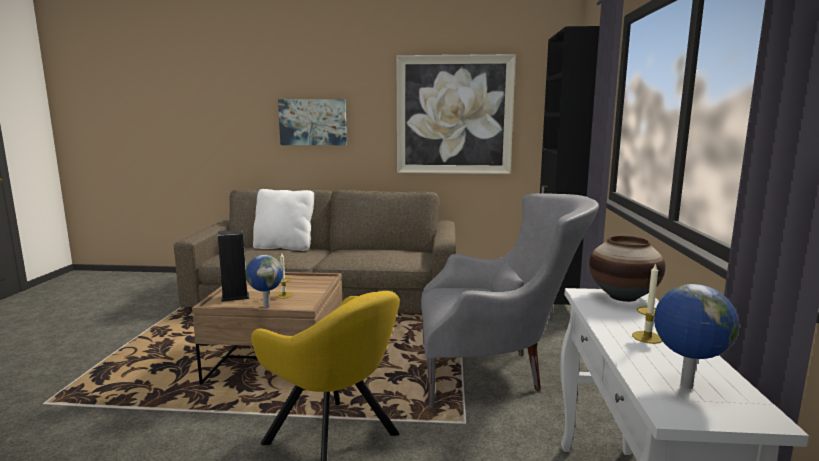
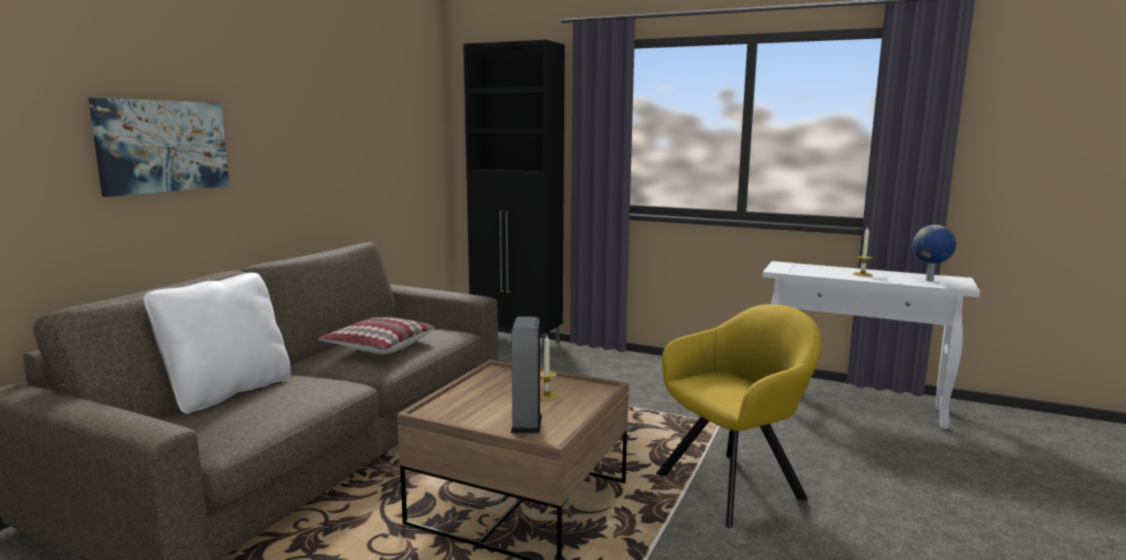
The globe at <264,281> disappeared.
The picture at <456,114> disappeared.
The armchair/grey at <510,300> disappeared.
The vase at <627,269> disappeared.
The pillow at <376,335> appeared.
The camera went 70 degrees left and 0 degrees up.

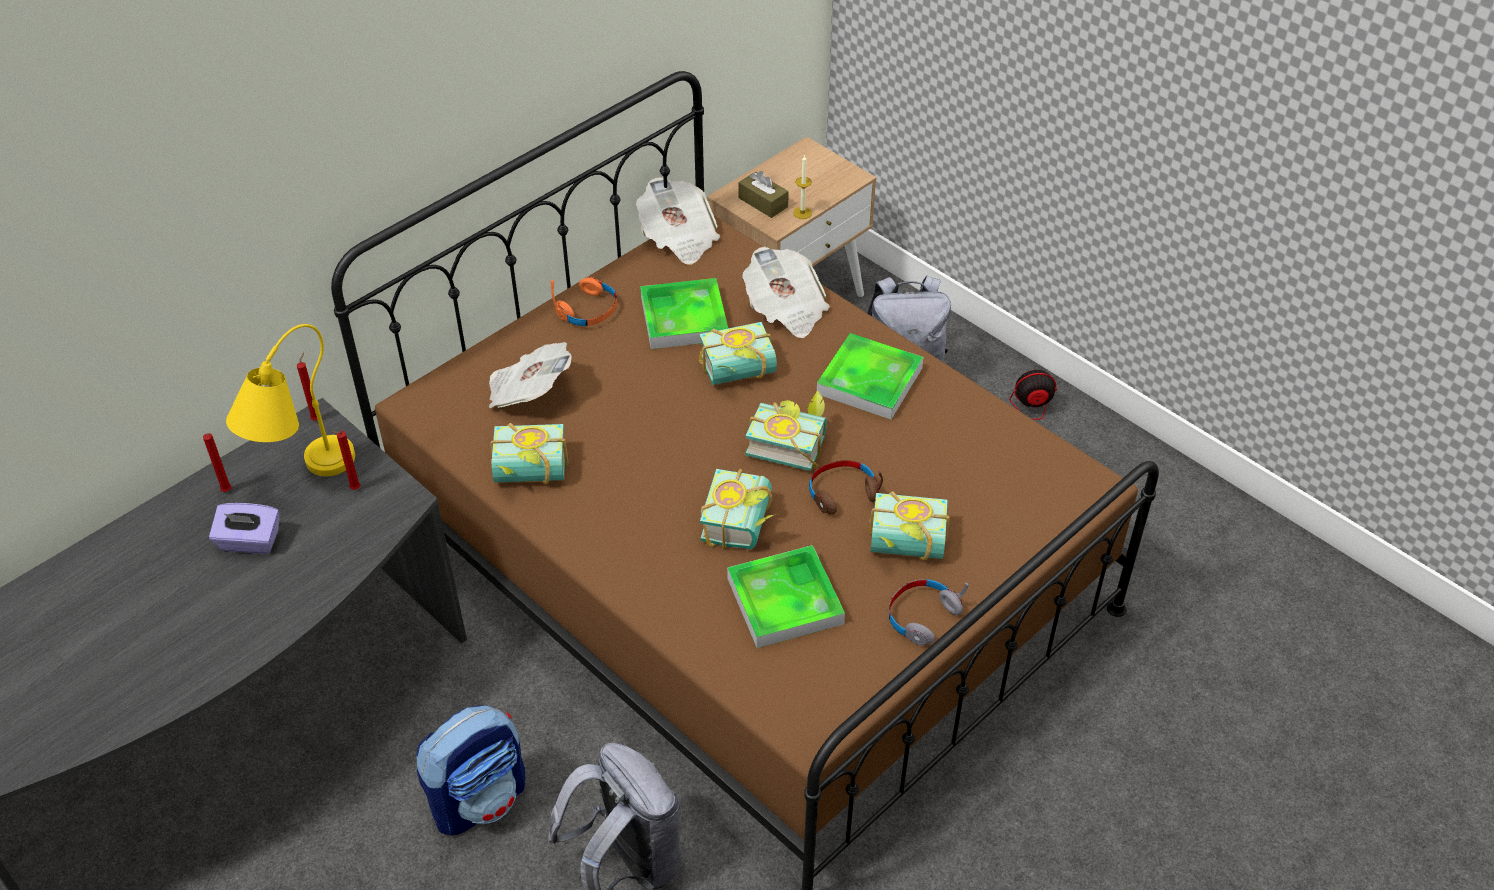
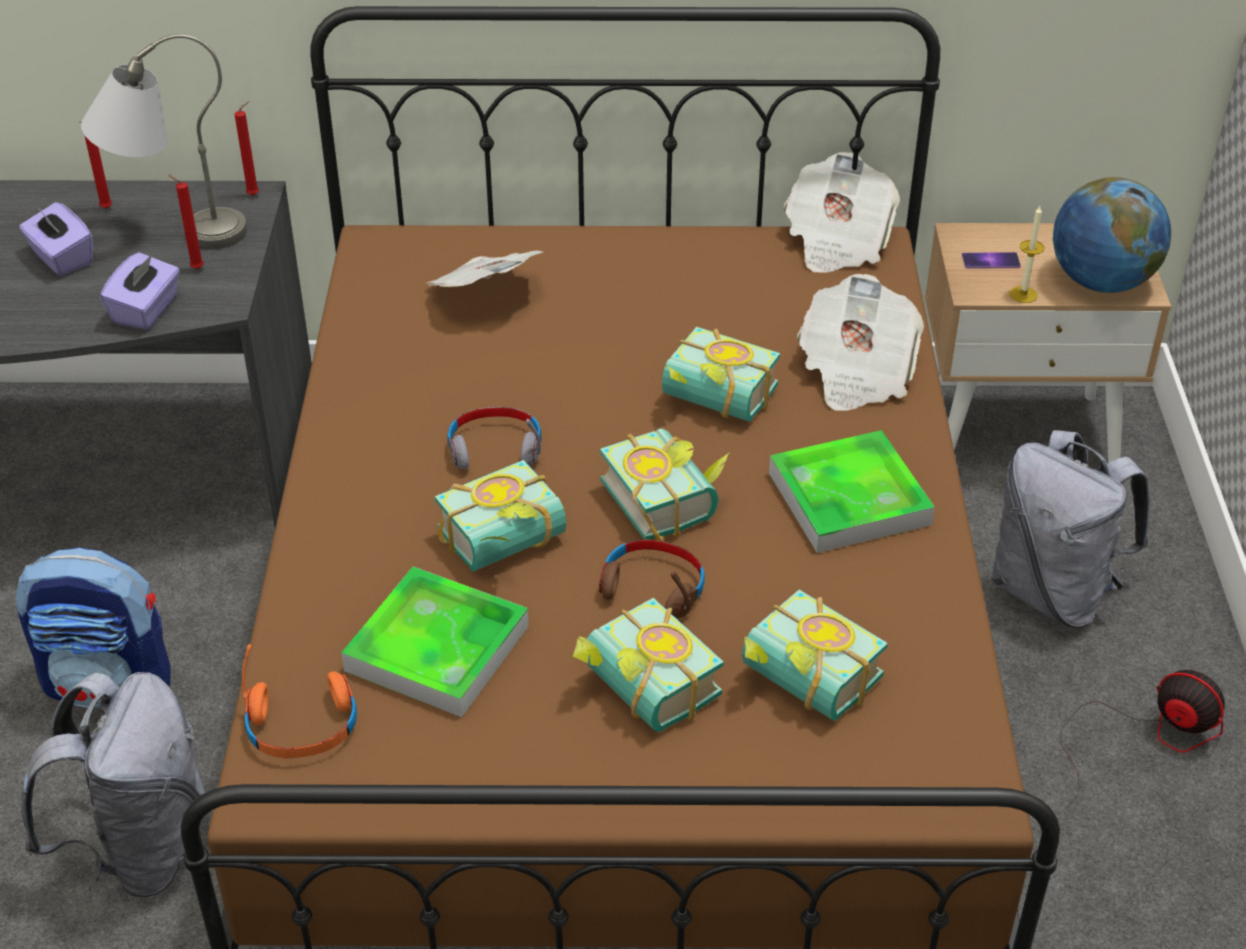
The tray at <684,313> disappeared.
The tissue box/purple at <140,291> appeared.
The globe at <1112,235> appeared.
The book moved from <529,453> to <815,655>.
The headphones/orange moved from <584,301> to <299,701>.
The headphones/grey moved from <928,612> to <494,438>.
The tissue box/brown at <763,194> was replaced by the phone at <991,260>.
The table lamp/yellow at <290,400> became the table lamp/grey at <164,141>.
The camera went 45 degrees right and 5 degrees down.

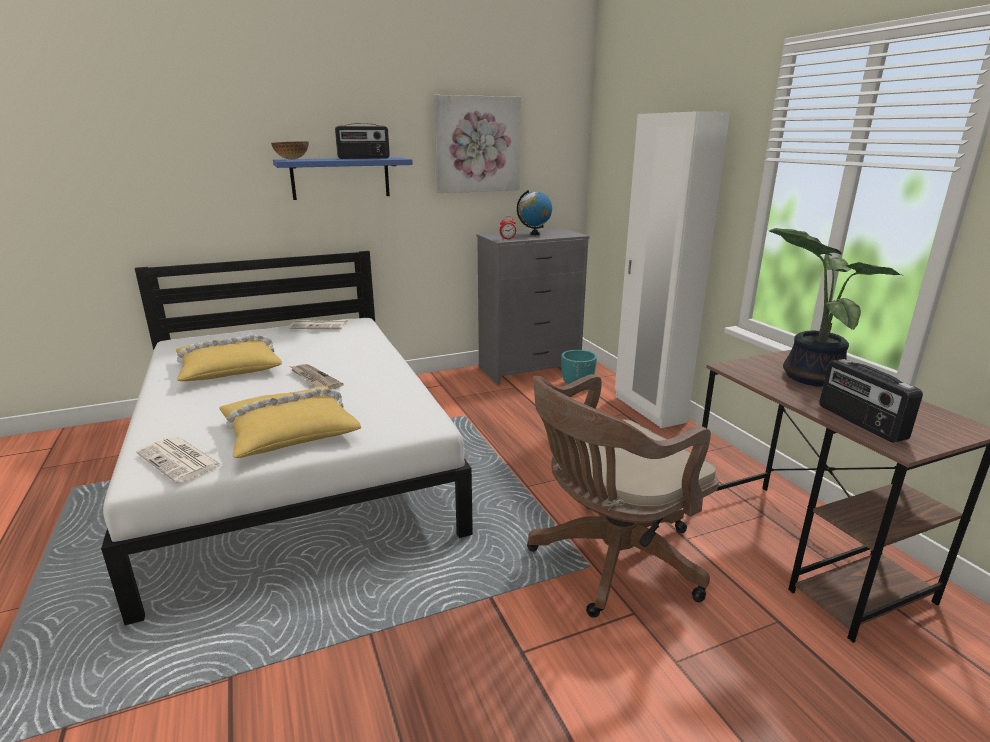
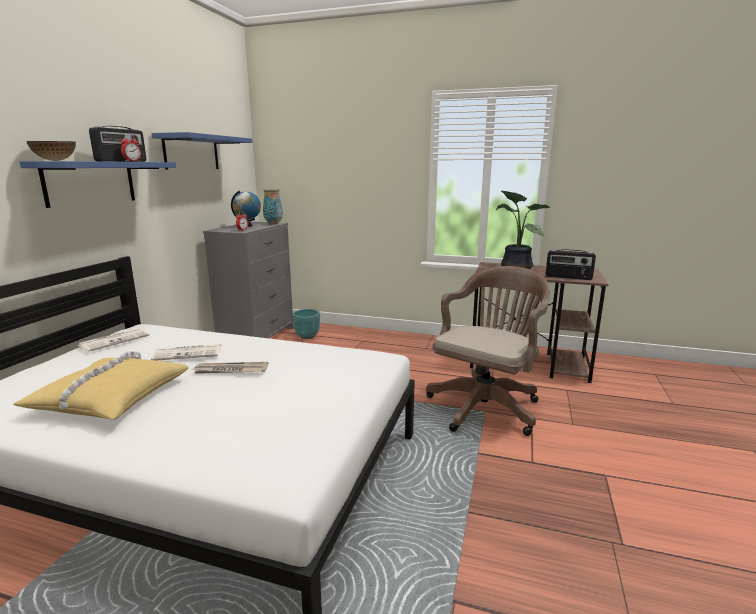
The pillow/yellow at <290,422> disappeared.
The wardrobe/white at <672,269> disappeared.
The alarm clock at <131,148> appeared.
The vase at <273,206> appeared.
The newspaper moved from <179,460> to <186,352>.
The picture at <477,144> was replaced by the shelf/blue at <202,151>.
The office chair/brown at <623,496> turned 150 degrees counterclockwise.
The camera went 50 degrees left and 5 degrees down.

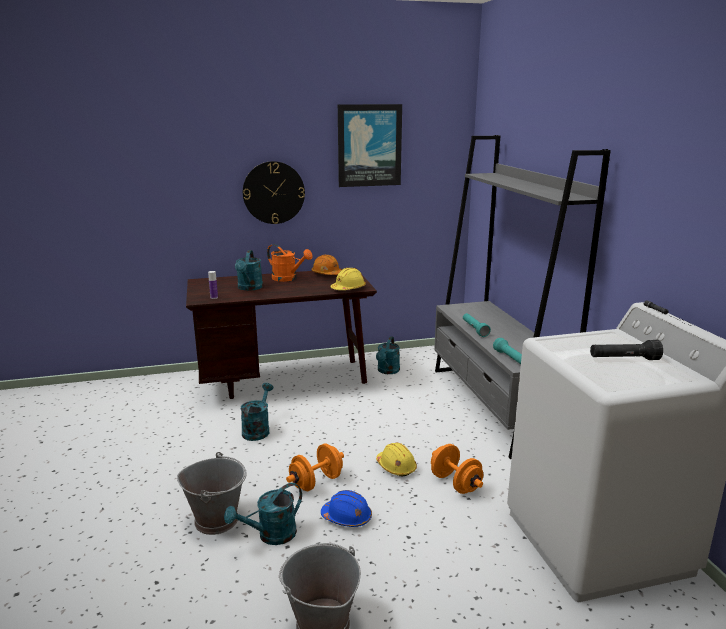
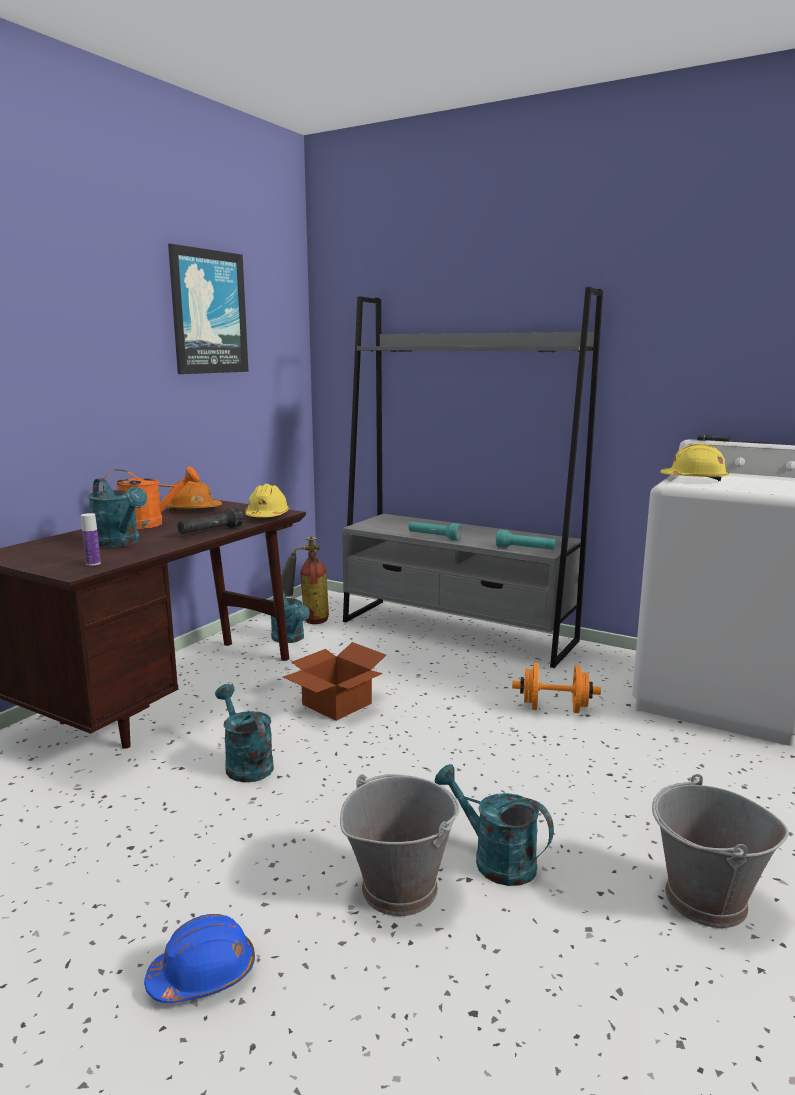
The wall clock at <274,192> disappeared.
The dumbbell/orange at <315,467> disappeared.
The fire extinguisher at <305,580> appeared.
The cardboard box at <334,681> appeared.
The hard hat/blue moved from <346,508> to <199,958>.
The hard hat/yellow moved from <396,460> to <694,462>.
The flashlight/black moved from <626,350> to <210,520>.
The watering can/turquoise at <263,514> turned 120 degrees clockwise.
The camera went 45 degrees left and 5 degrees down.

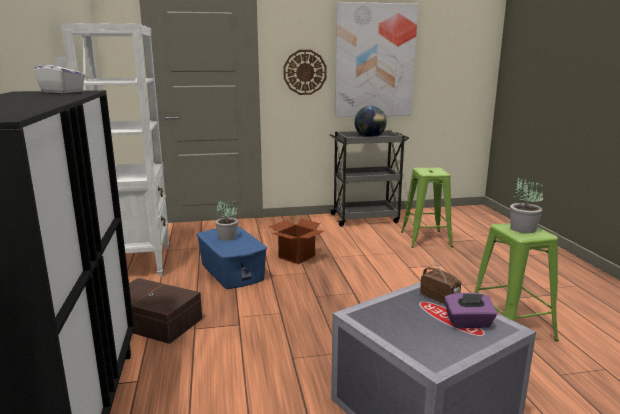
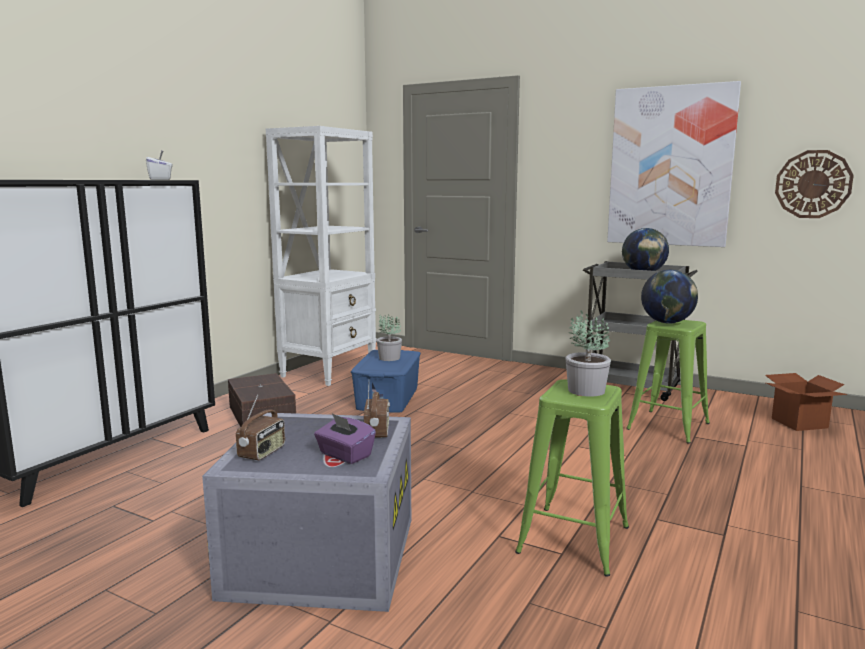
The radio at <260,427> appeared.
The globe at <669,297> appeared.
The cardboard box moved from <296,241> to <806,402>.
The wall clock moved from <305,72> to <814,184>.
The camera went 40 degrees right and 5 degrees down.

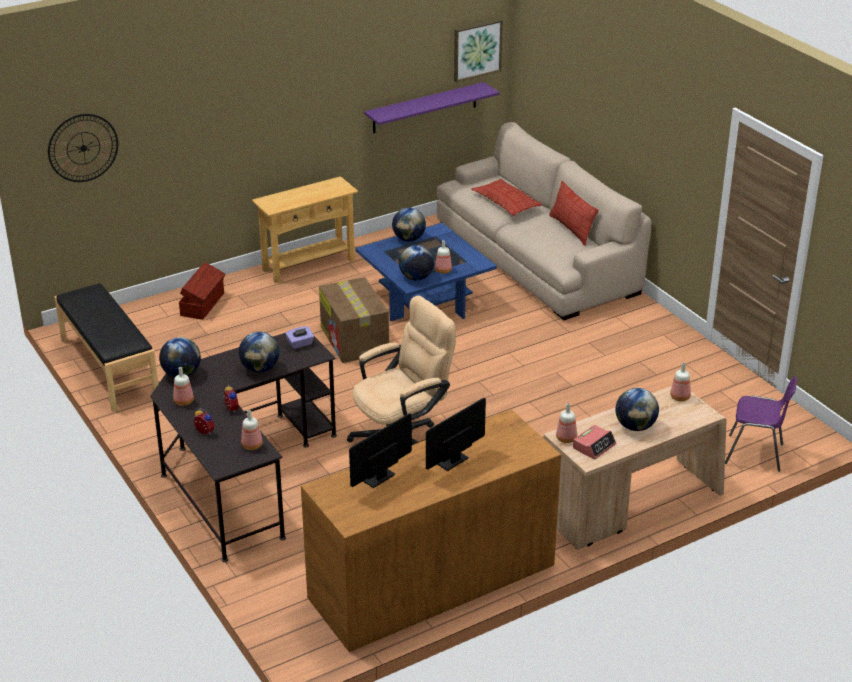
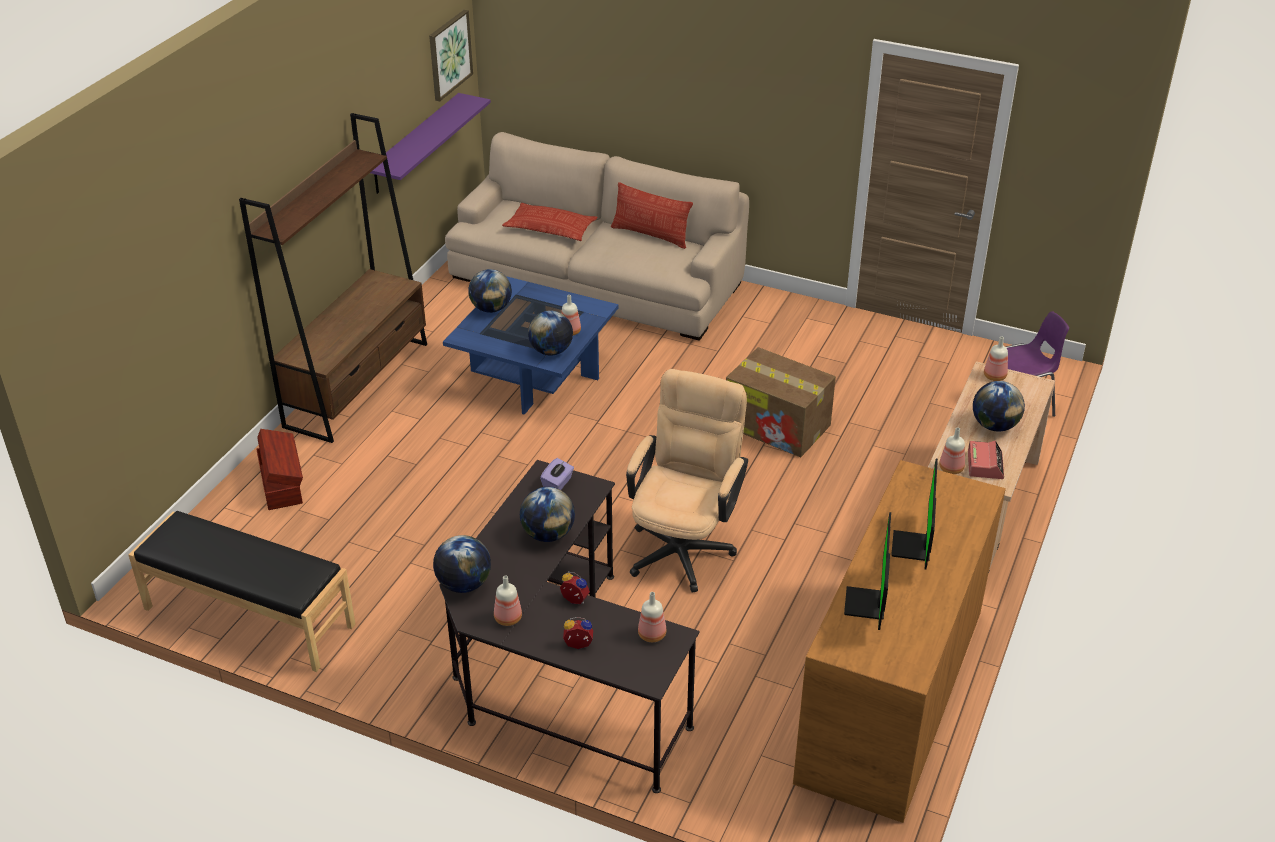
The wall clock at <83,148> disappeared.
The cardboard box moved from <354,320> to <781,402>.
The console table/beige at <305,229> was replaced by the bookcase/brown at <333,278>.
The camera went 35 degrees left and 5 degrees up.

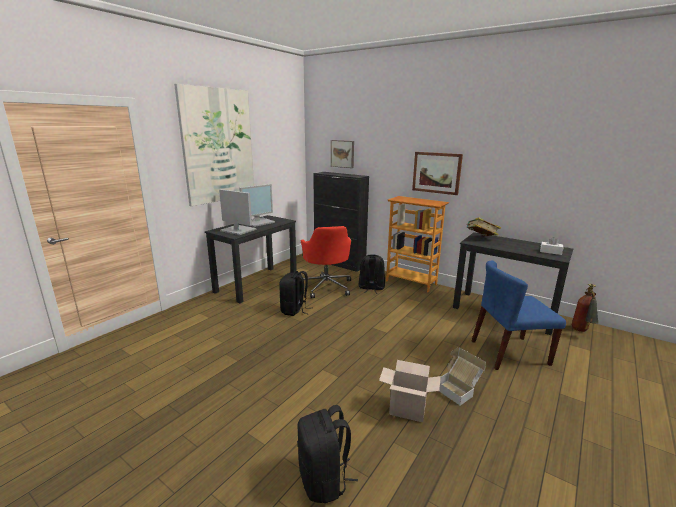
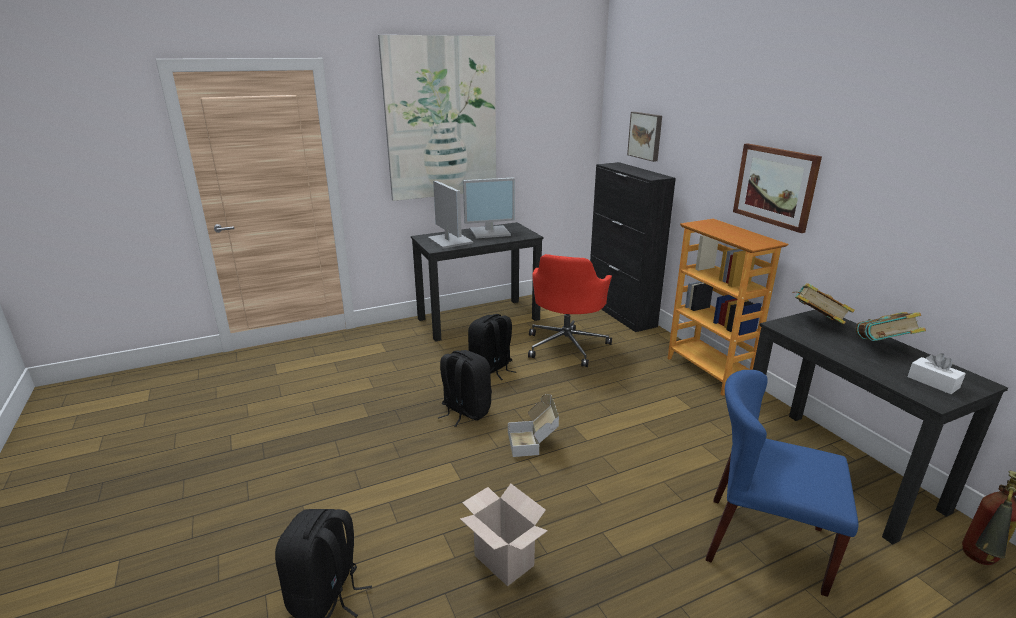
The book at <891,326> appeared.
The backpack/black moved from <372,274> to <465,388>.
The cardboard box moved from <462,377> to <533,425>.
The camera went 30 degrees right and 5 degrees up.

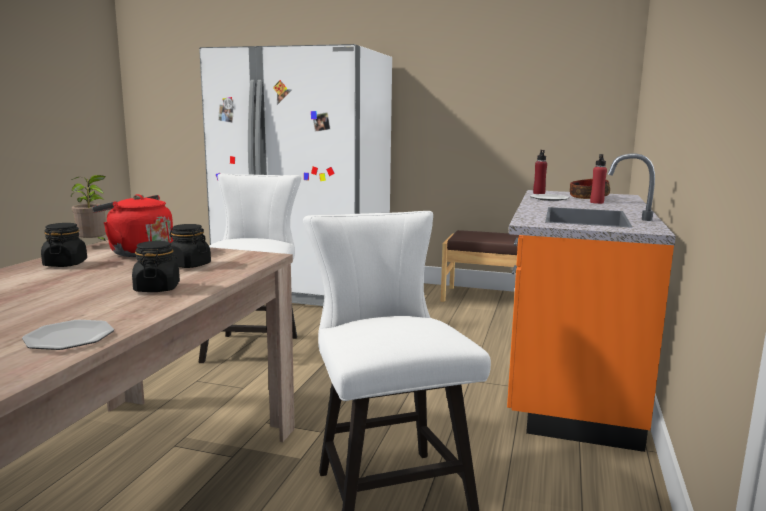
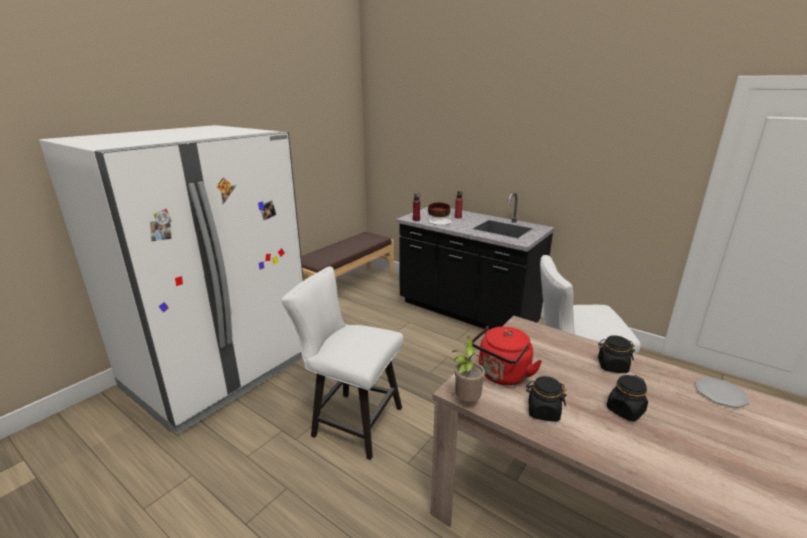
The jar/black moved from <190,246> to <627,398>.
The counter/orange at <591,303> became the counter/black at <475,261>.
The camera went 70 degrees left and 10 degrees up.

